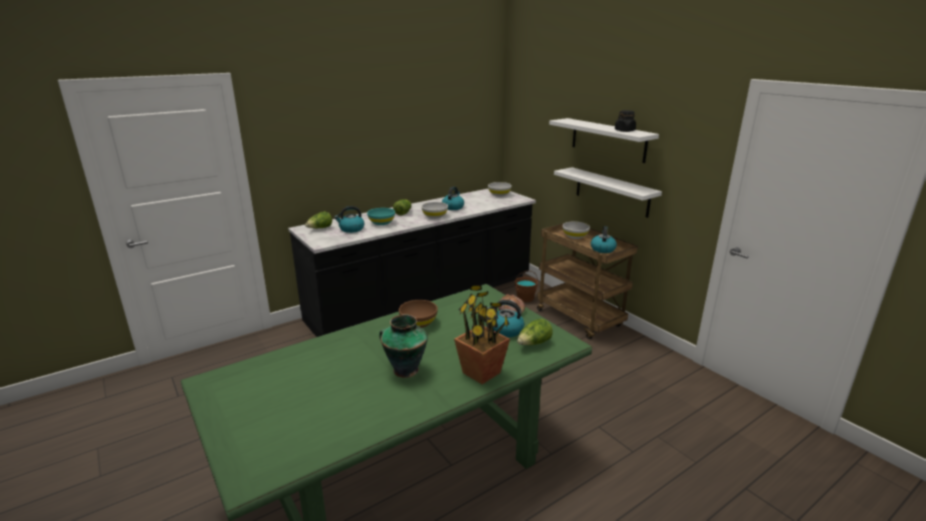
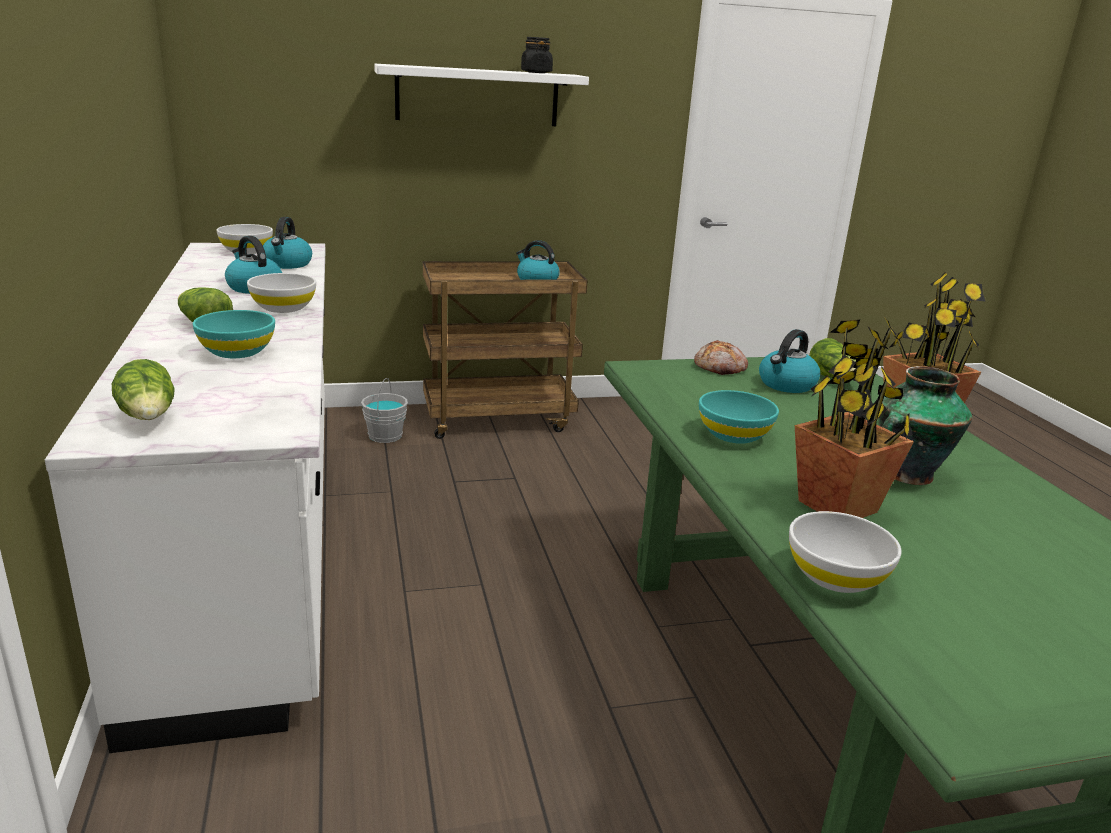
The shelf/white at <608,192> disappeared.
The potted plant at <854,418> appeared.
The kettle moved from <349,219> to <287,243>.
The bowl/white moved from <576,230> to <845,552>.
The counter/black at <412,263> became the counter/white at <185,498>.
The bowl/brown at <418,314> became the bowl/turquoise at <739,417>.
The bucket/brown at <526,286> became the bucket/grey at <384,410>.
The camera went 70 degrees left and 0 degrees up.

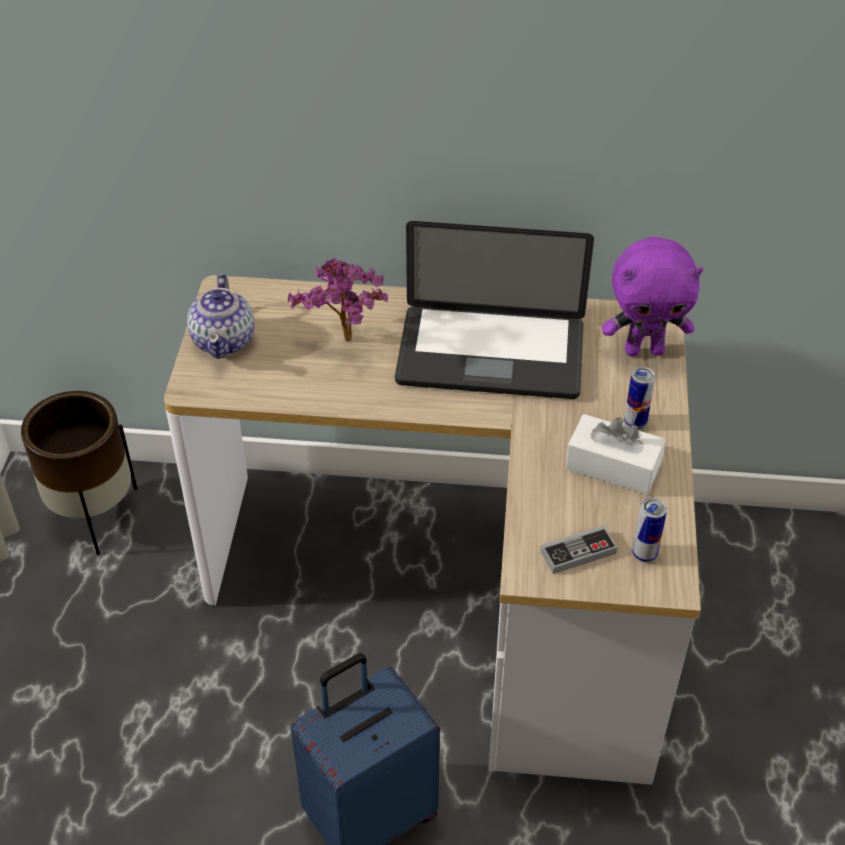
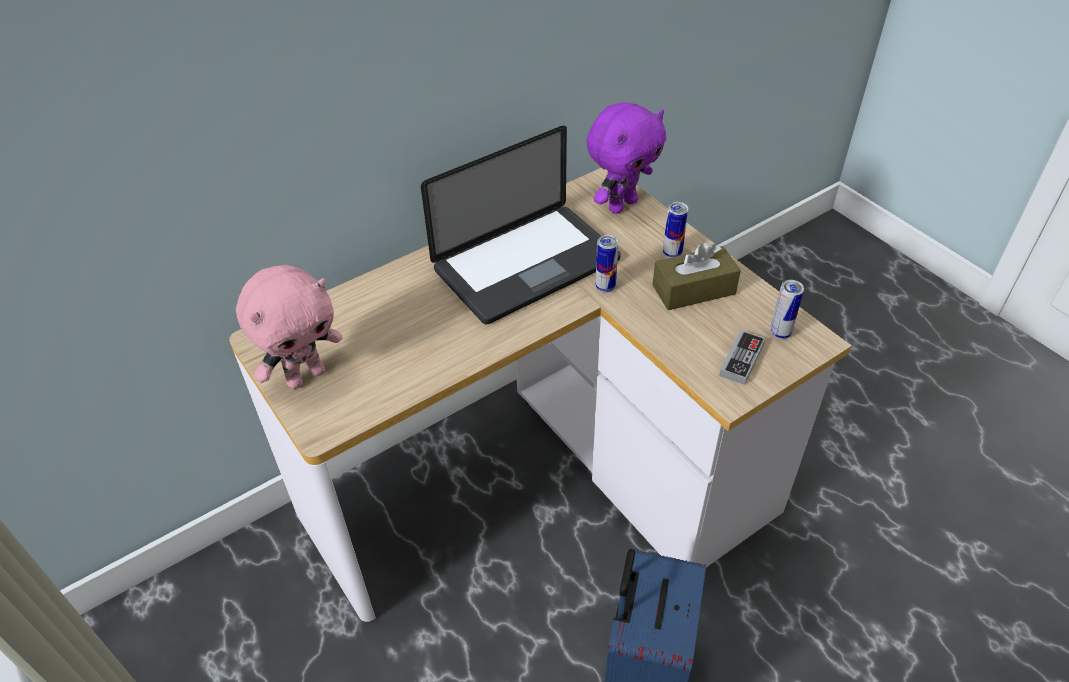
The planter/brown at <79,473> disappeared.
The potted plant at <338,299> disappeared.
The can at <607,263> appeared.
The teapot at <221,316> was replaced by the plush toy/pink at <289,327>.
The tissue box/white at <616,454> became the tissue box/brown at <696,276>.
The camera went 40 degrees left and 0 degrees up.

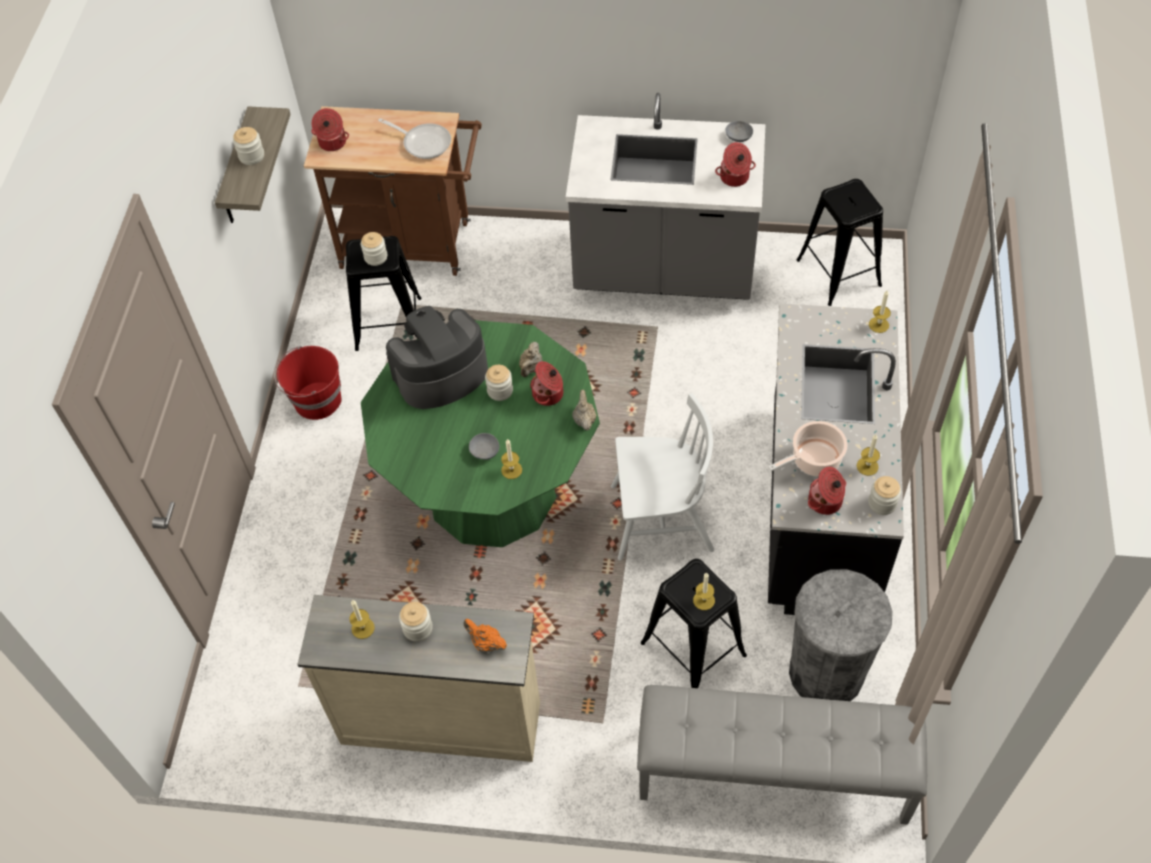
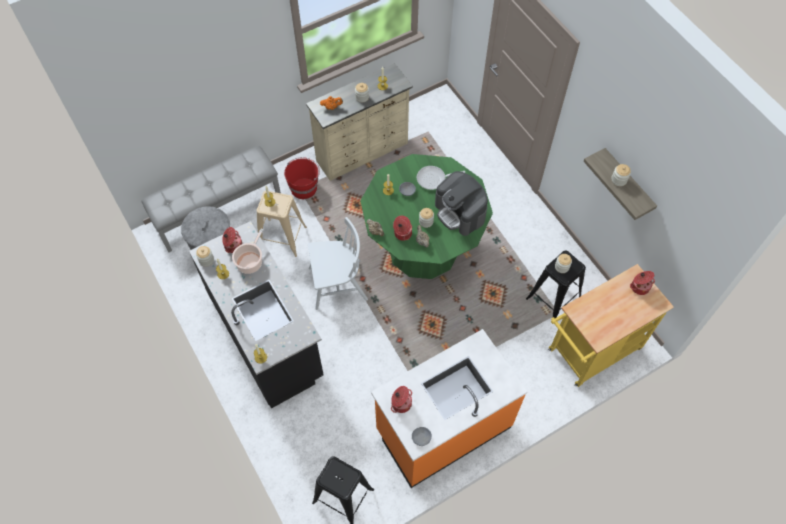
The bucket/red moved from <308,383> to <302,178>.
The frying pan moved from <414,138> to <441,178>.
The cart/brown at <393,191> became the cart/yellow at <611,325>.
The counter/grey at <666,196> became the counter/orange at <449,408>.
The stool/black at <694,623> became the stool/beige at <282,224>.
The coffee machine at <437,357> turned 120 degrees clockwise.
The chair/white at <662,476> turned 150 degrees counterclockwise.
The camera went 140 degrees right and 5 degrees up.

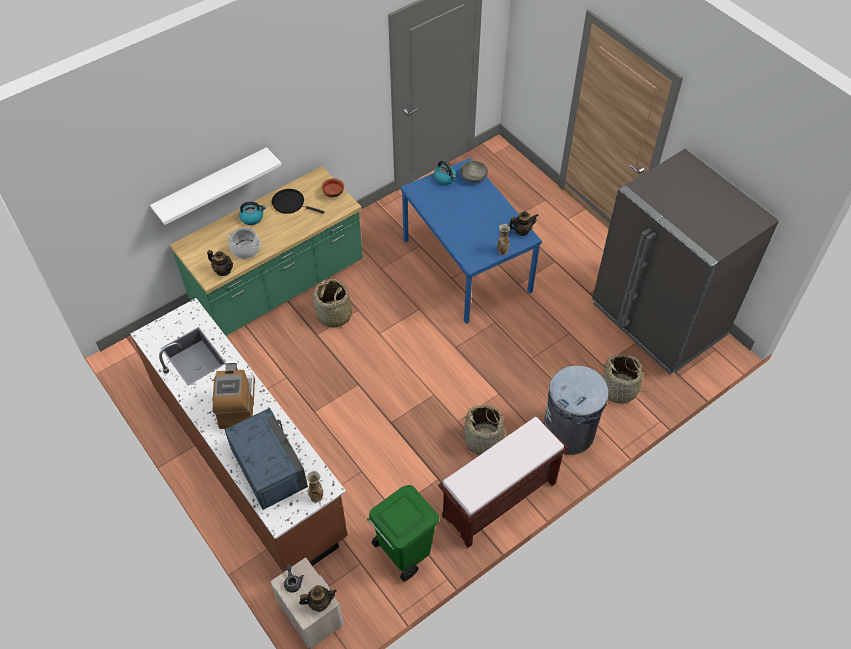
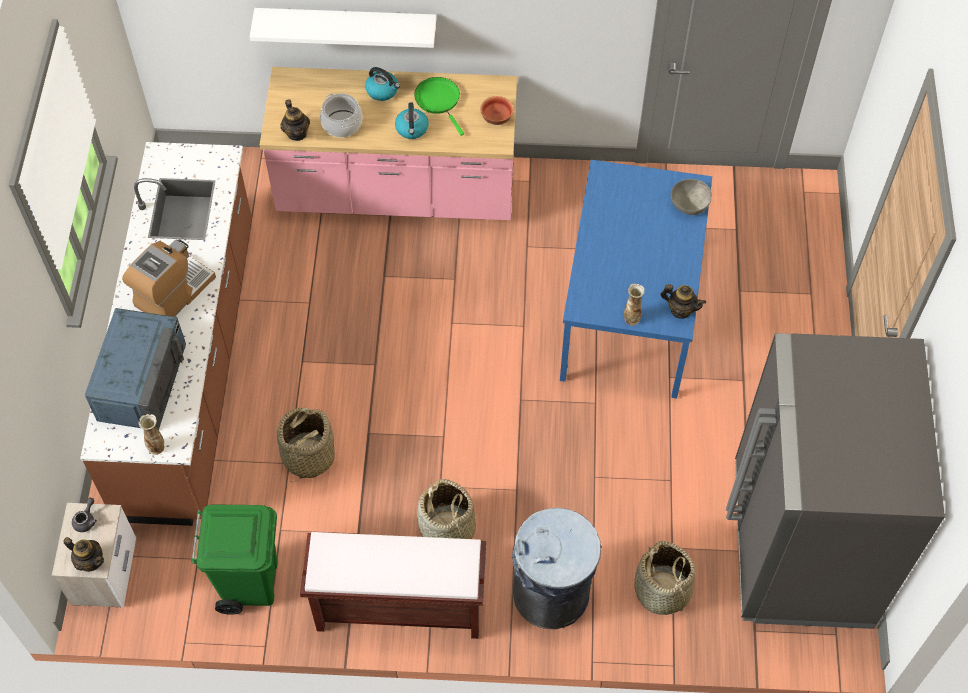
The basket moved from <332,303> to <306,445>.
The kettle moved from <445,173> to <412,121>.
The counter/green at <266,251> became the counter/pink at <388,143>.
The frying pan/black at <298,201> became the frying pan/green at <439,106>.
The camera went 40 degrees right and 5 degrees up.

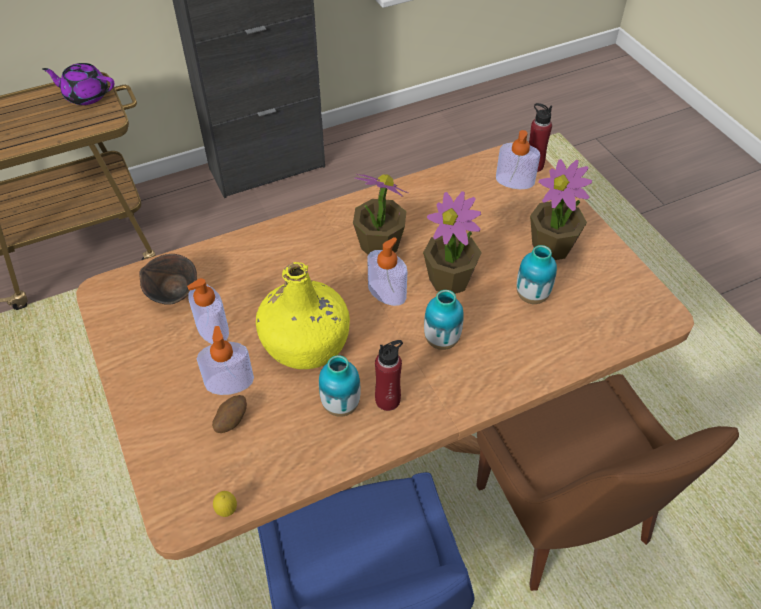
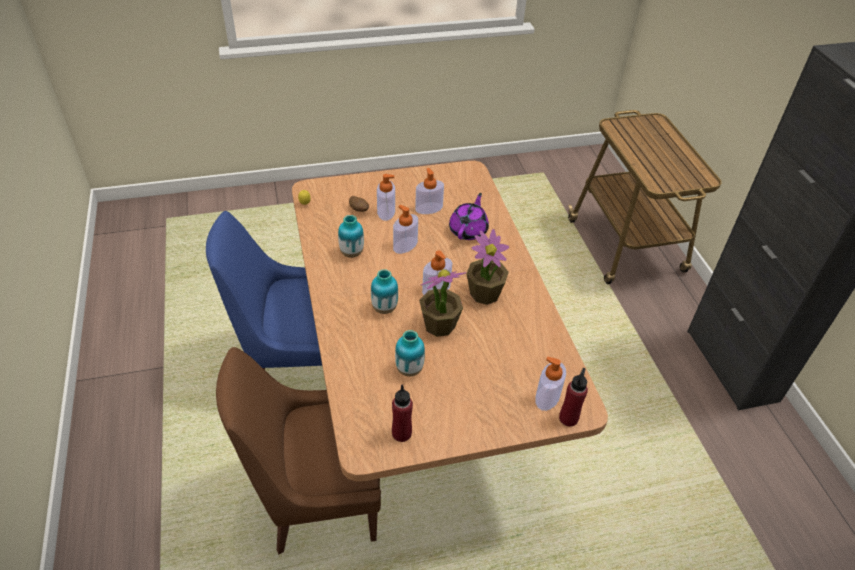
The bowl/brown at <168,279> disappeared.
The potted plant at <561,209> disappeared.
The teapot/purple moved from <78,84> to <469,216>.
The bottle/red moved from <389,375> to <402,413>.
The bottle/yellow at <303,315> was replaced by the soap dispenser at <405,229>.
The camera went 100 degrees right and 5 degrees down.

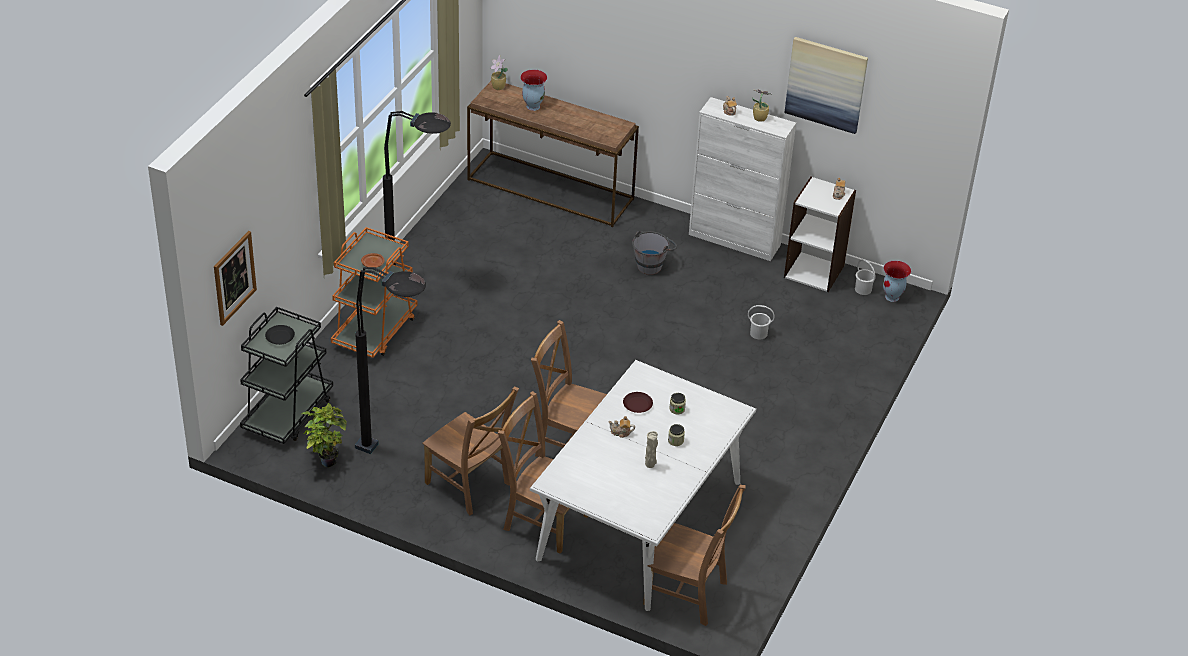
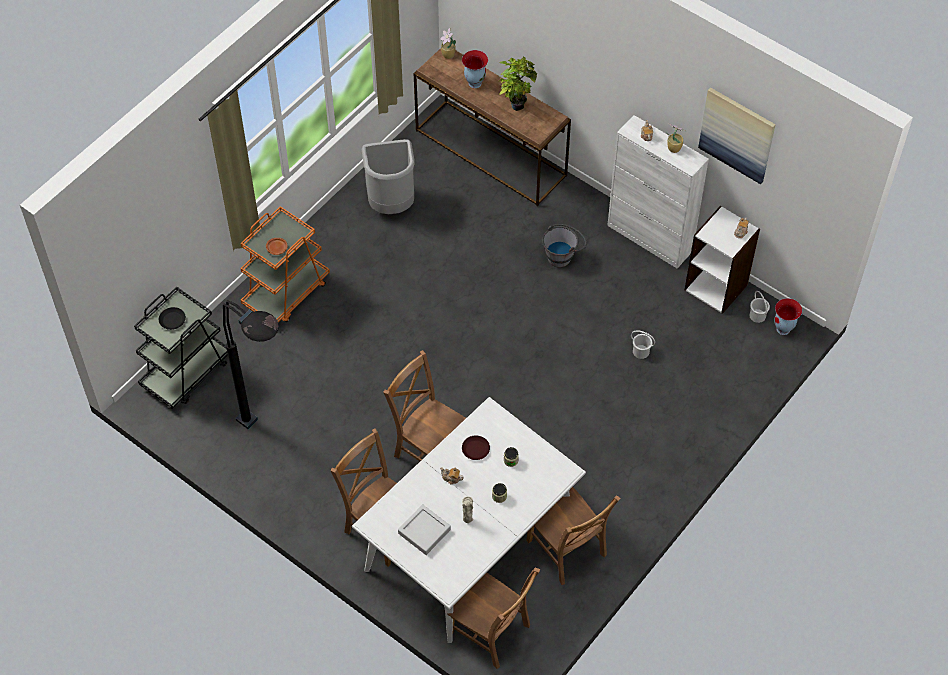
The picture at <235,278> disappeared.
The floor lamp/black at <417,188> disappeared.
The trash can/grey at <388,176> appeared.
The tray/grey at <424,529> appeared.
The potted plant moved from <324,435> to <517,83>.
The chair/brown moved from <470,450> to <573,536>.
The camera went 15 degrees right and 15 degrees up.

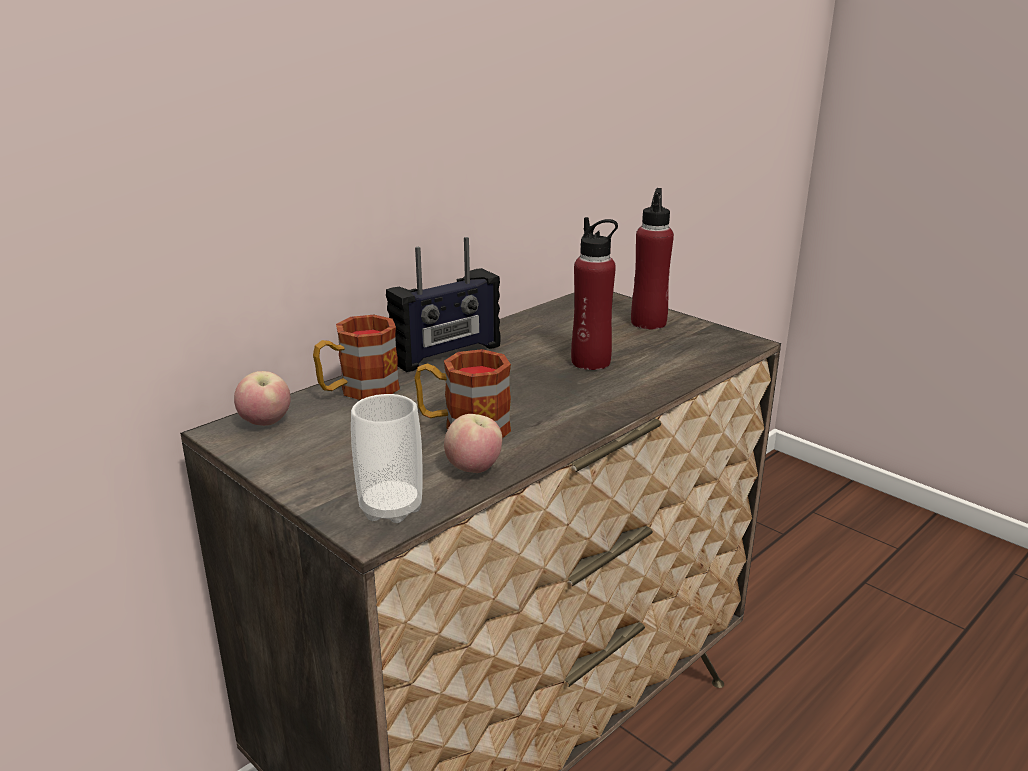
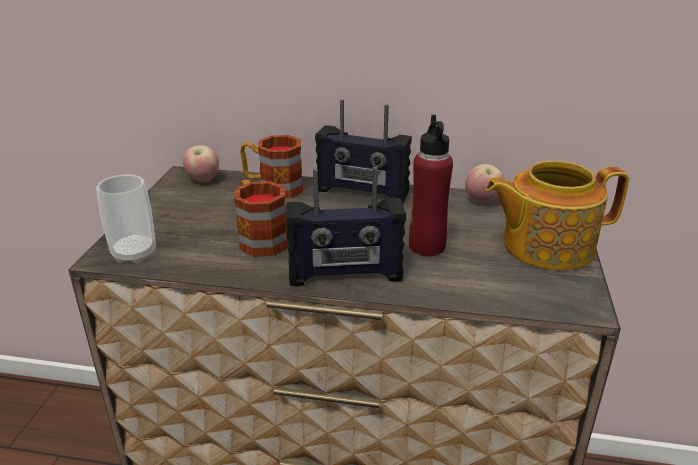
The radio at <346,226> appeared.
The apple moved from <473,443> to <485,183>.
The bottle/red at <652,258> was replaced by the teapot at <557,215>.
The camera went 55 degrees right and 5 degrees up.

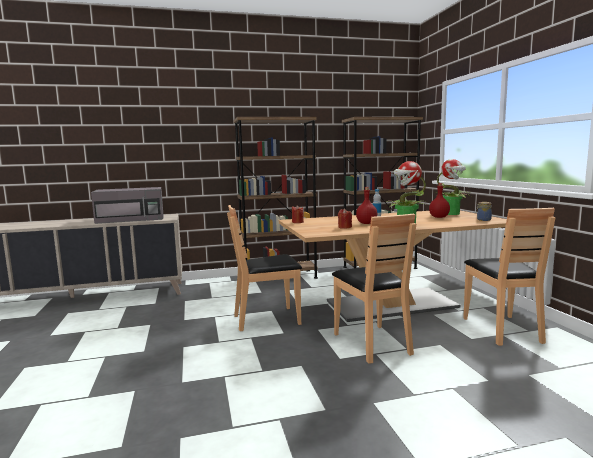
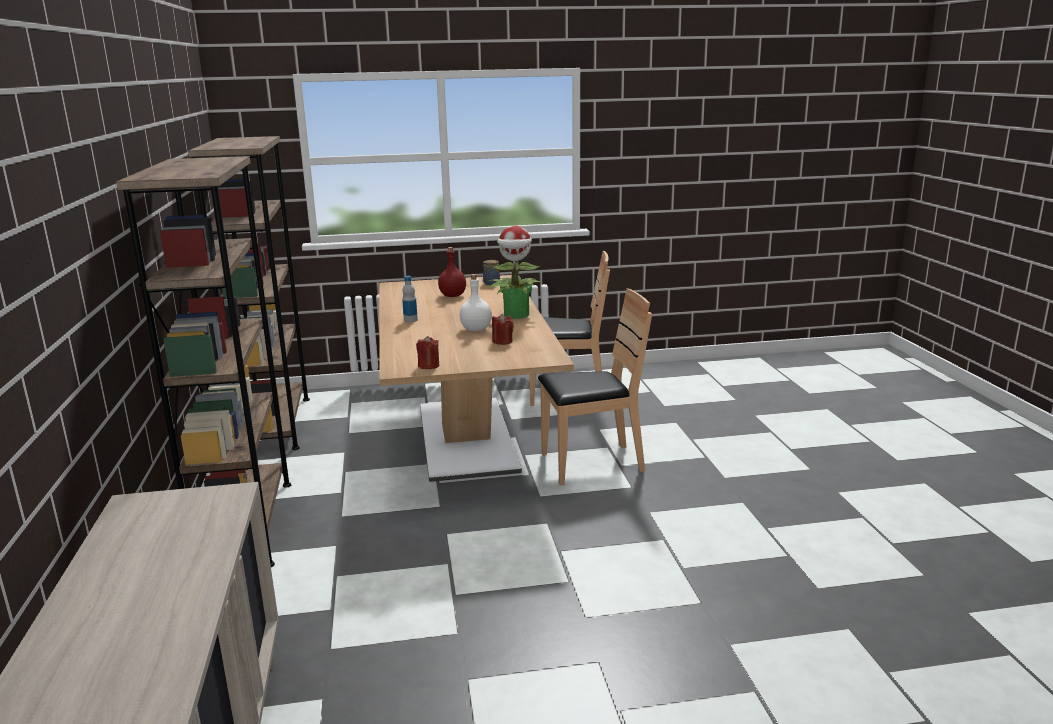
The microwave/grey at <127,205> disappeared.
The chair/brown at <264,268> disappeared.
The potted plant at <453,187> disappeared.
The bottle/red at <366,205> became the bottle/white at <476,302>.
The camera went 85 degrees left and 10 degrees up.

